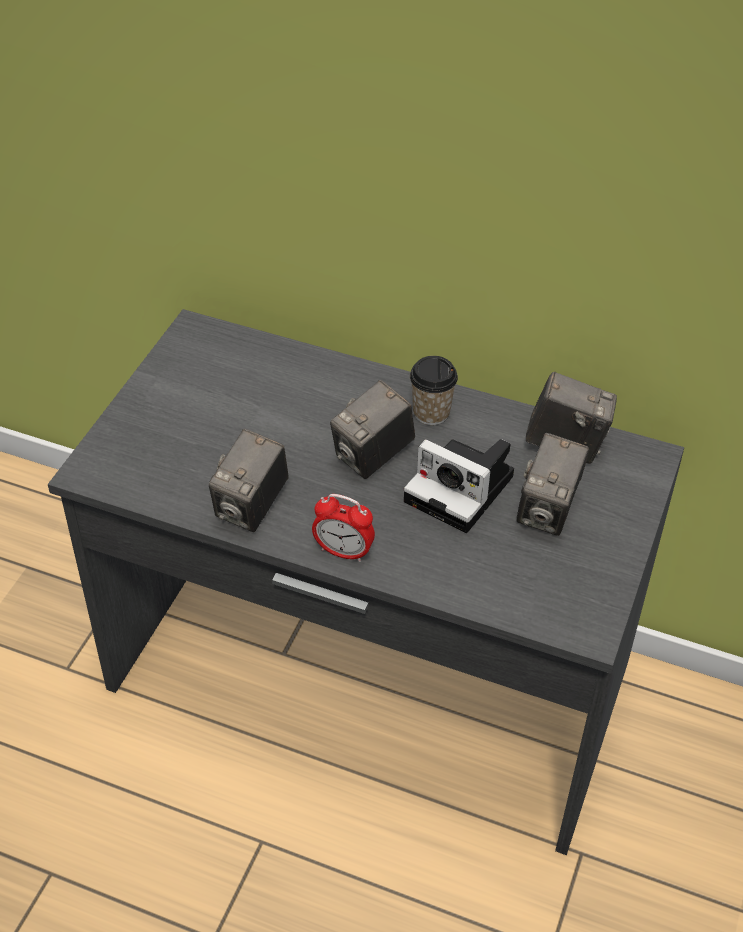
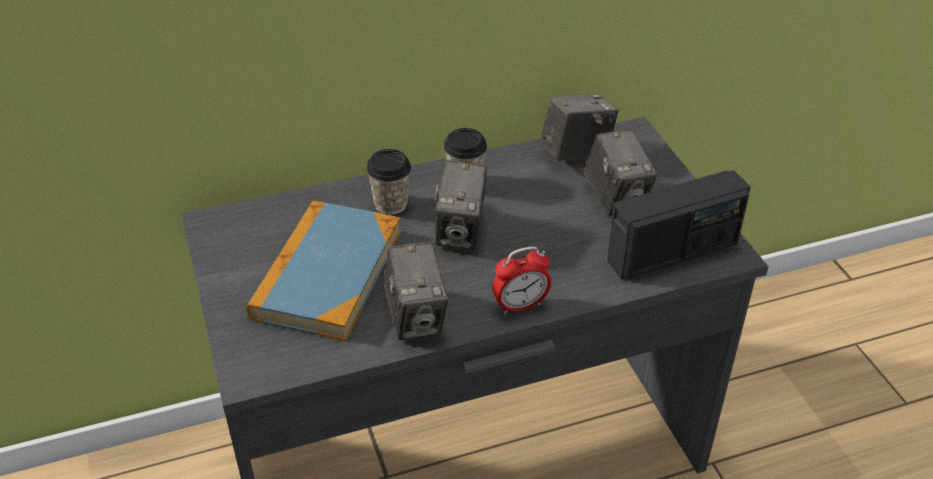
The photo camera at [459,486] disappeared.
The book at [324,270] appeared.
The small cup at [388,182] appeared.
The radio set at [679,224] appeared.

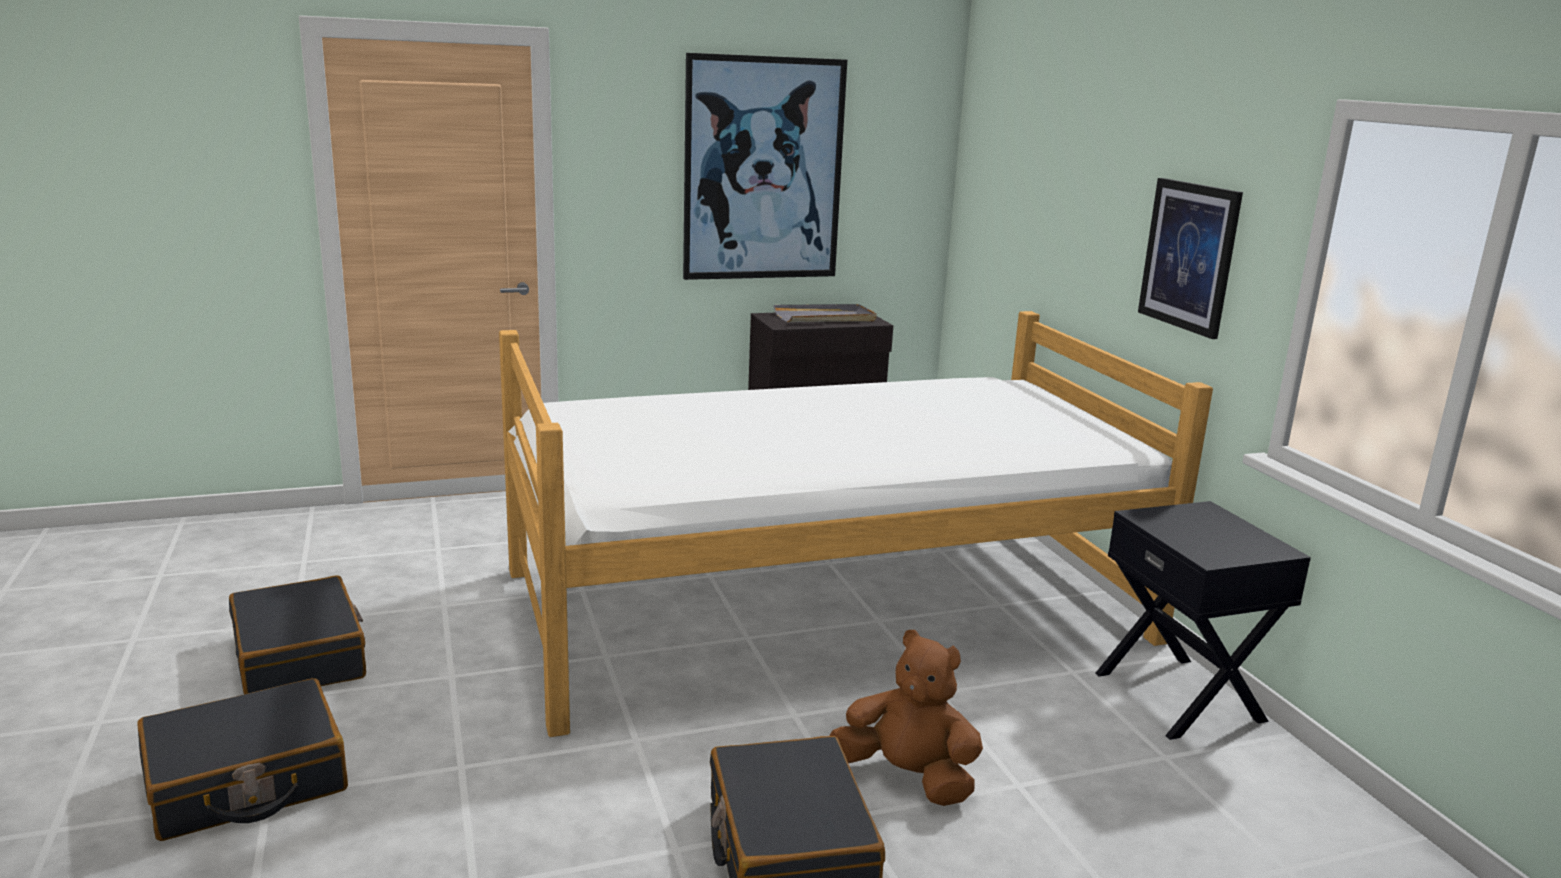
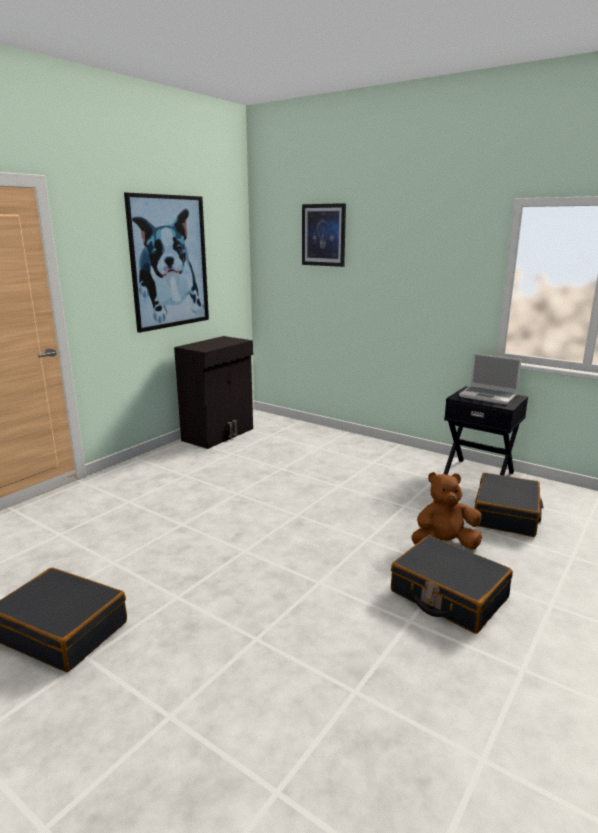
The bed at [856,524] disappeared.
The gray carrying tray at [825,313] disappeared.
The laptop at [490,379] appeared.
The black travel case moved from [242,759] to [509,505].
The wall art moved from [1190,258] to [324,235].

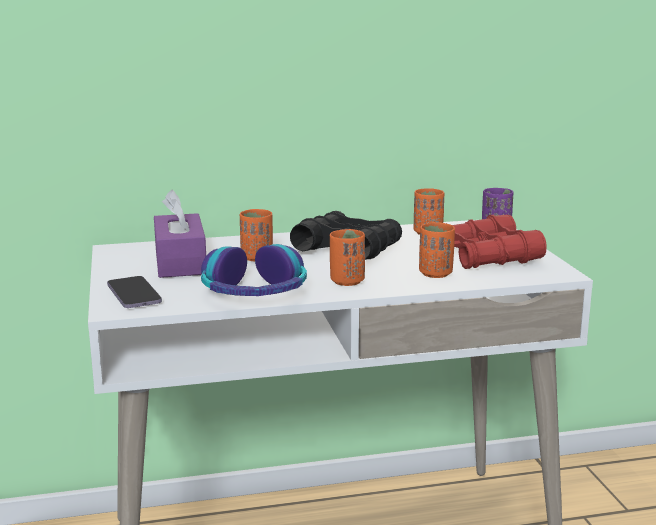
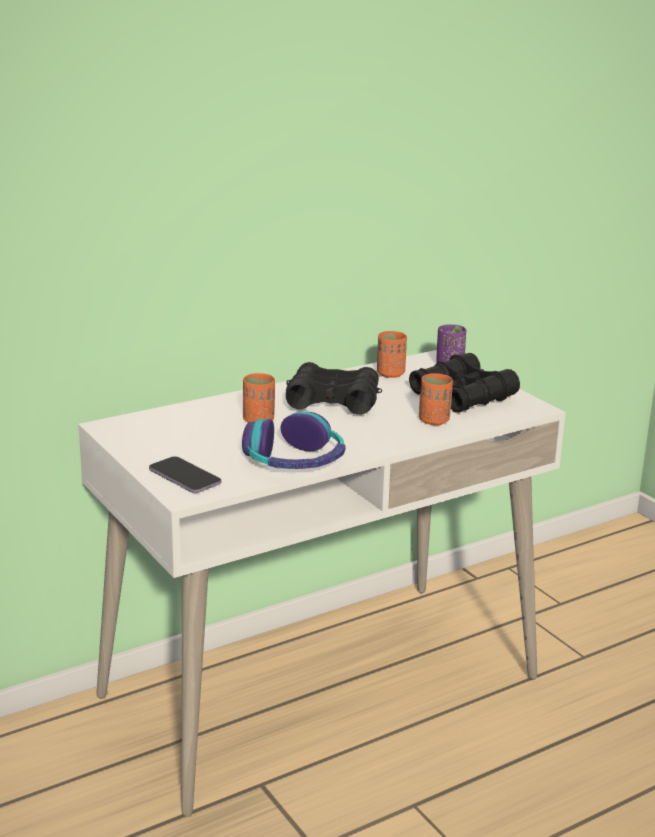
The purple box of tissues at [180,234] disappeared.
The orange small cup at [347,257] disappeared.
The red binoculars at [500,242] became the black binoculars at [464,383].

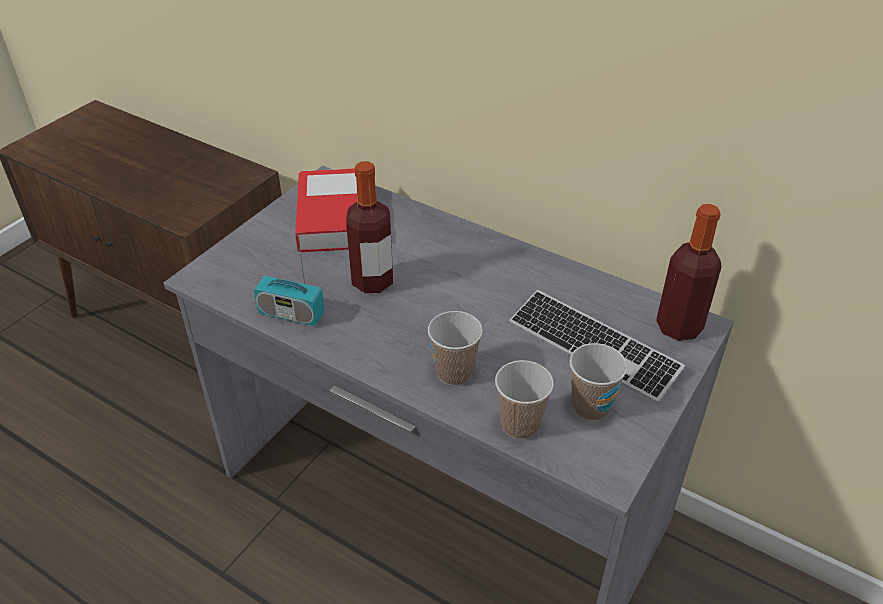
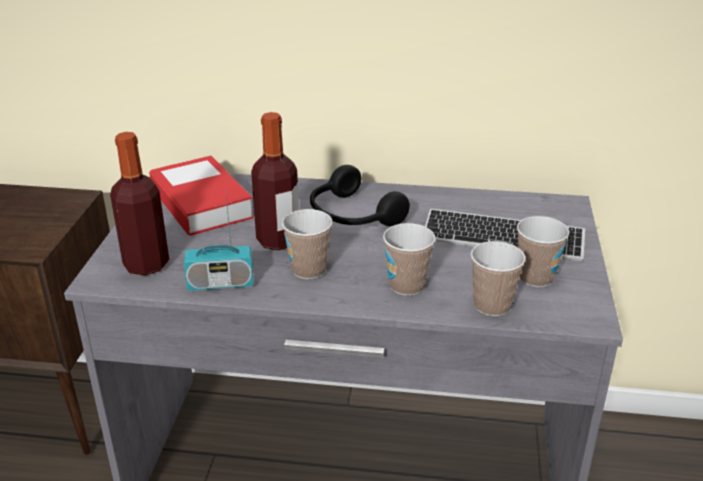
The small cup at [307,244] appeared.
The black pair of headphones at [360,195] appeared.
The drink bottle moved from [689,272] to [139,203].

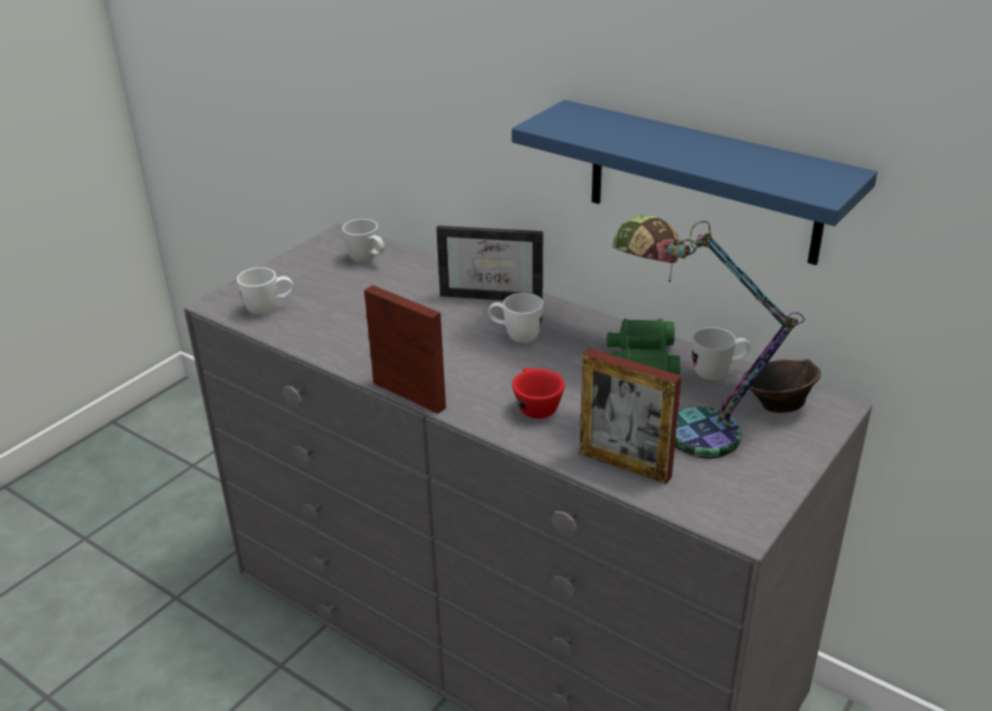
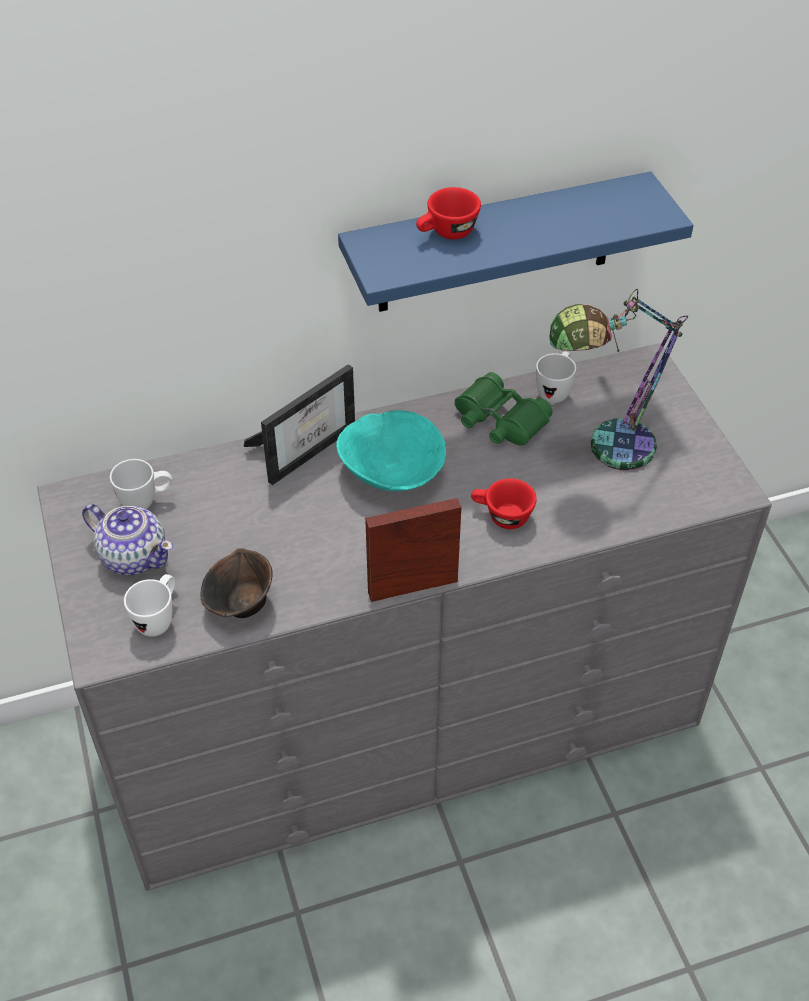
The standing frame at [630,416] disappeared.
The pot for tea at [127,539] appeared.
The red small cup at [448,213] appeared.
The brownish bowl moved from [782,386] to [236,583].
The whitish tea mug at [516,318] was replaced by the turquoise bowl at [391,450].

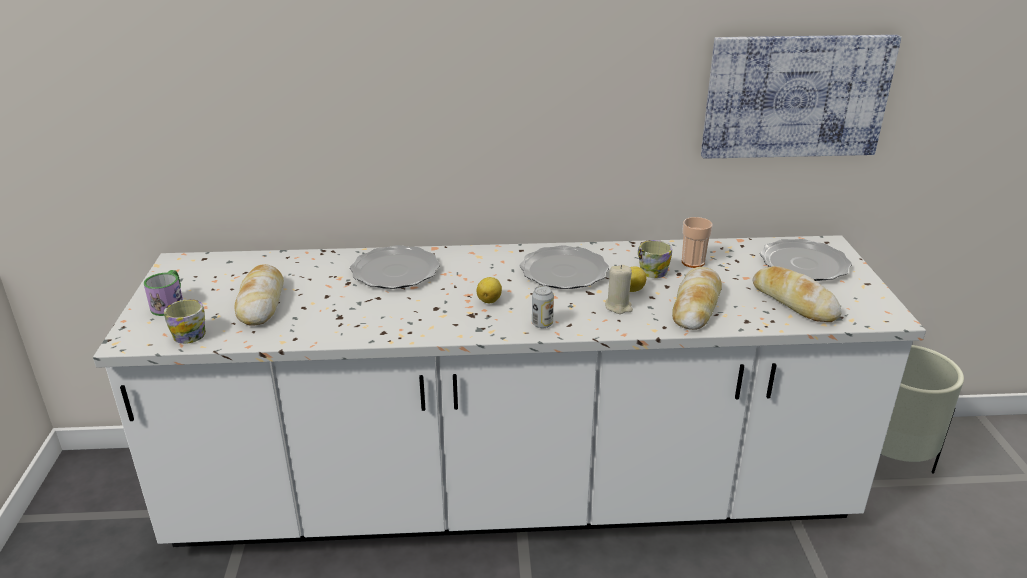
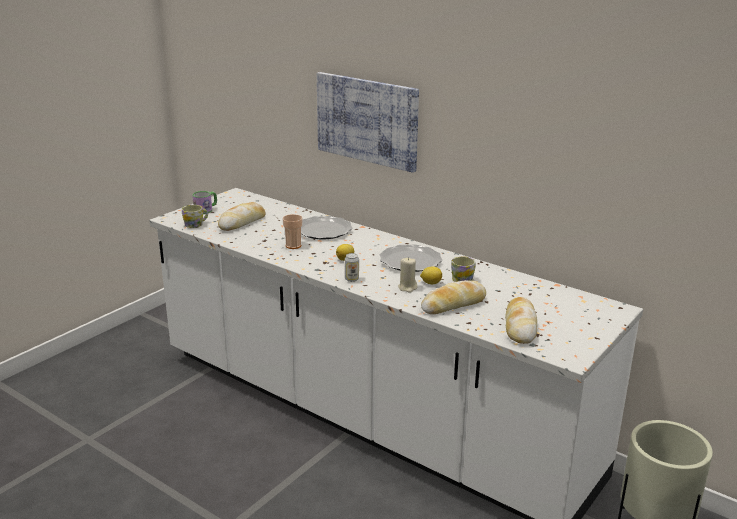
The plate at [806,260] disappeared.
The small cup moved from [697,242] to [293,231].
The wall art moved from [801,97] to [368,122].

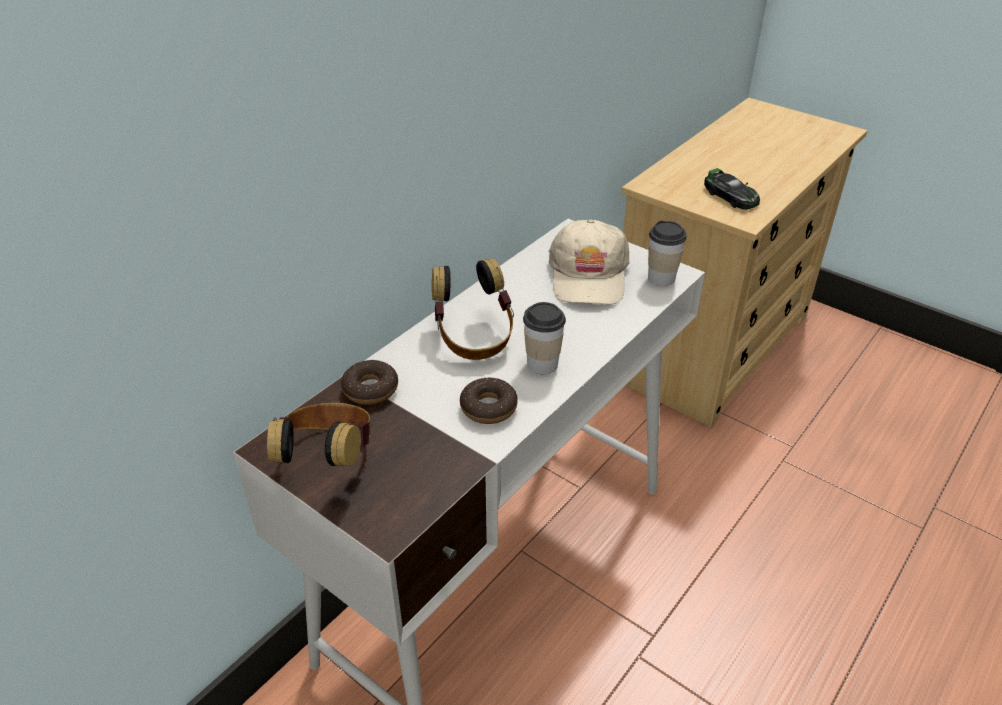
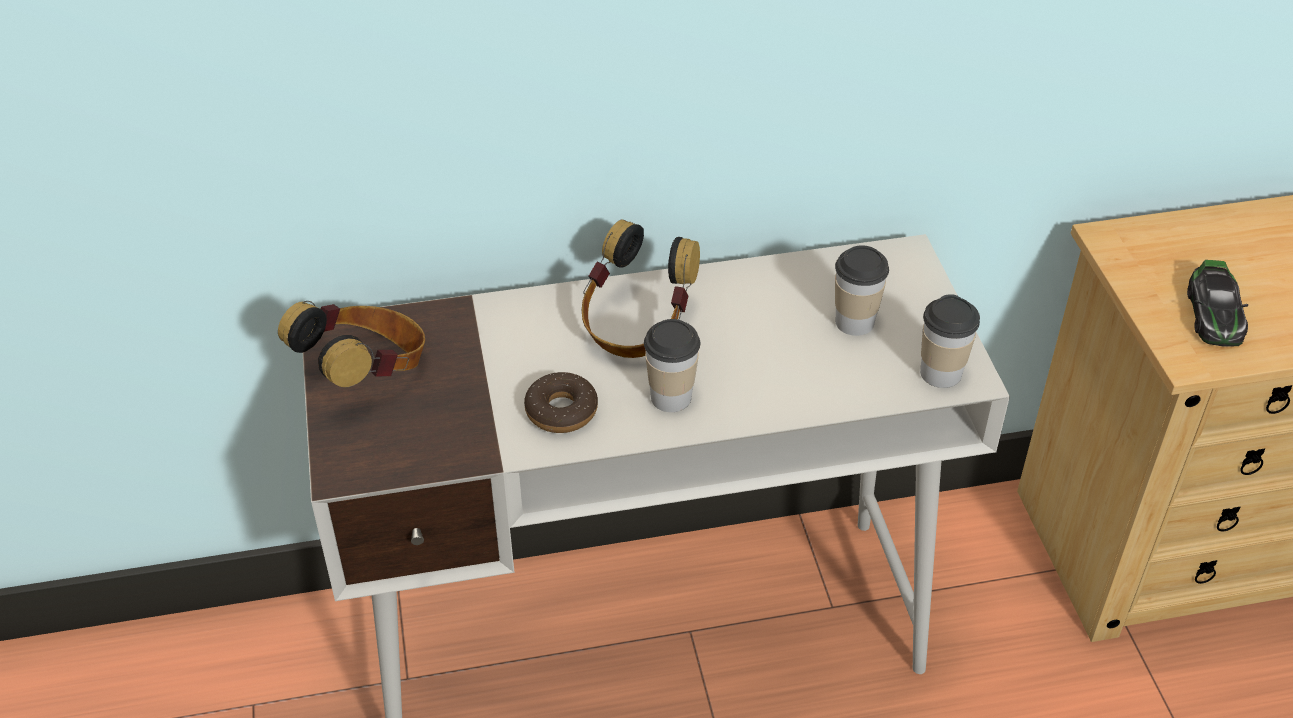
The donut at [369,382] disappeared.
The beige cap at [589,262] was replaced by the small cup at [862,290].

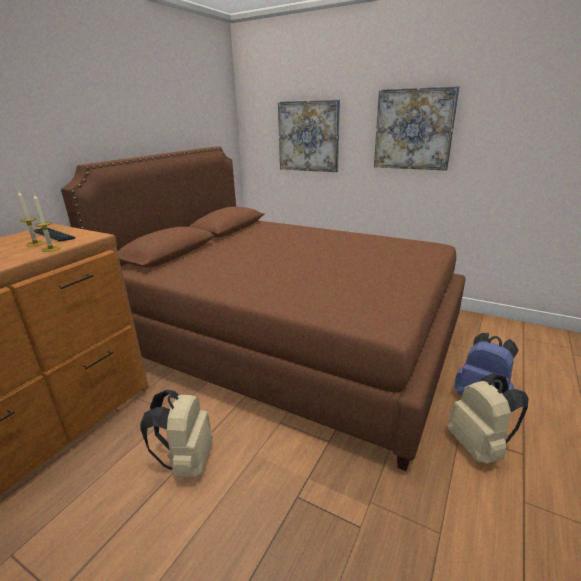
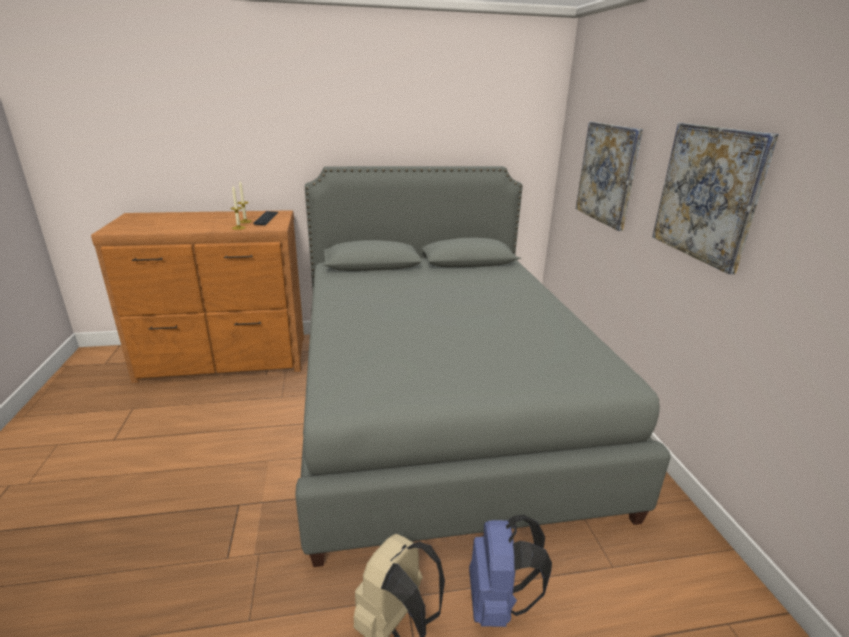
The beige rucksack at [176,433] disappeared.
The brownish bed at [263,308] became the gray bed at [483,366].

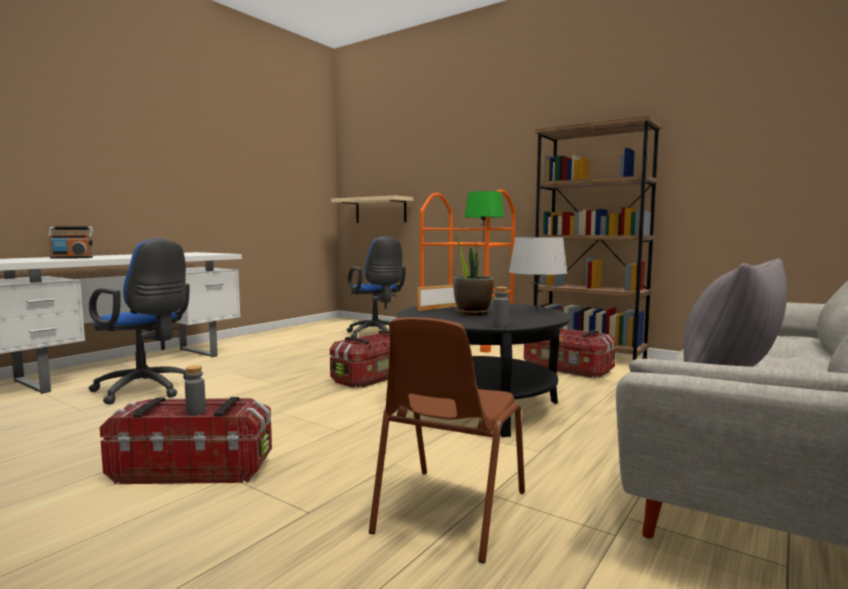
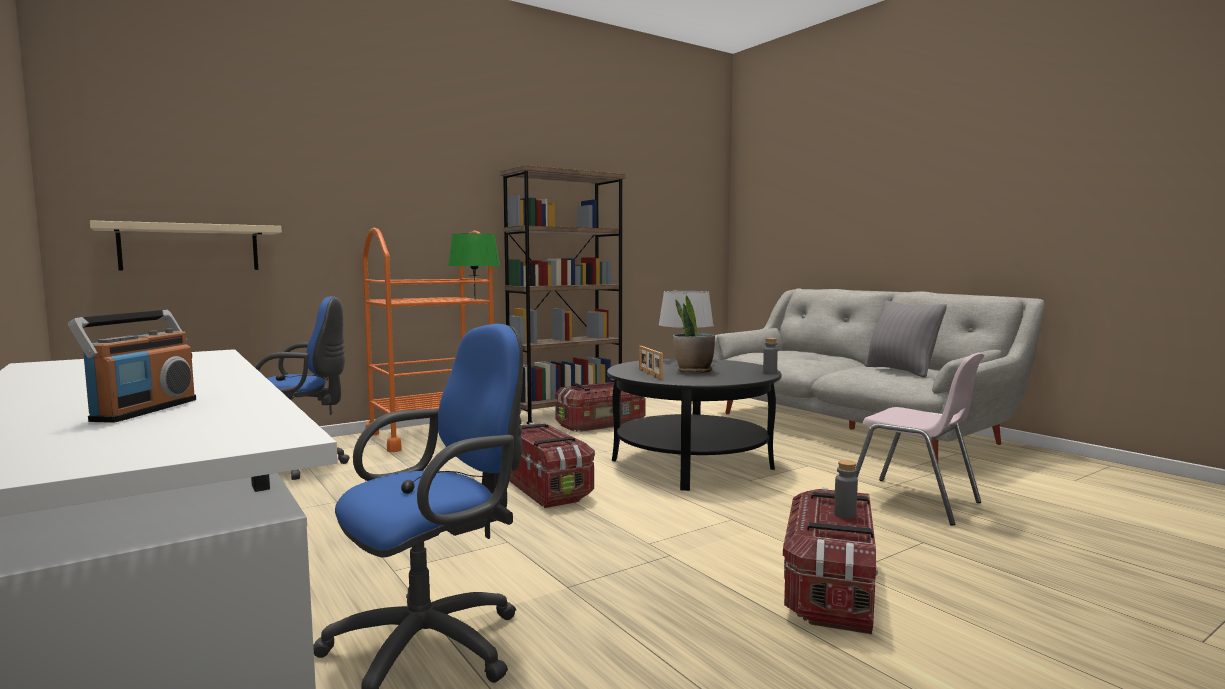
The brownish plain chair at [447,440] became the pinkish plain chair at [919,439].

